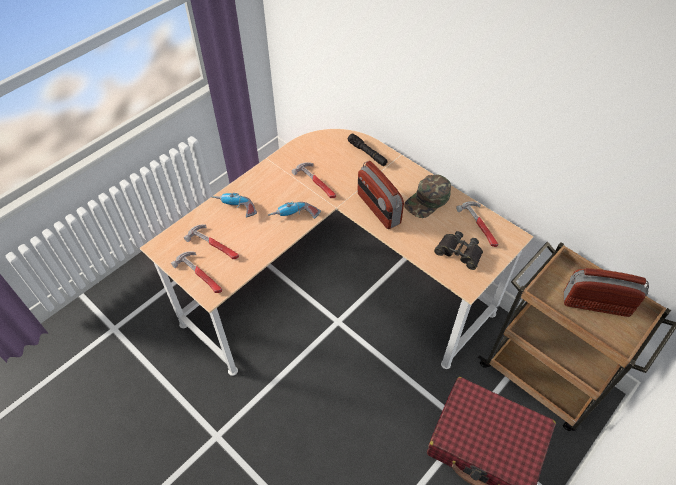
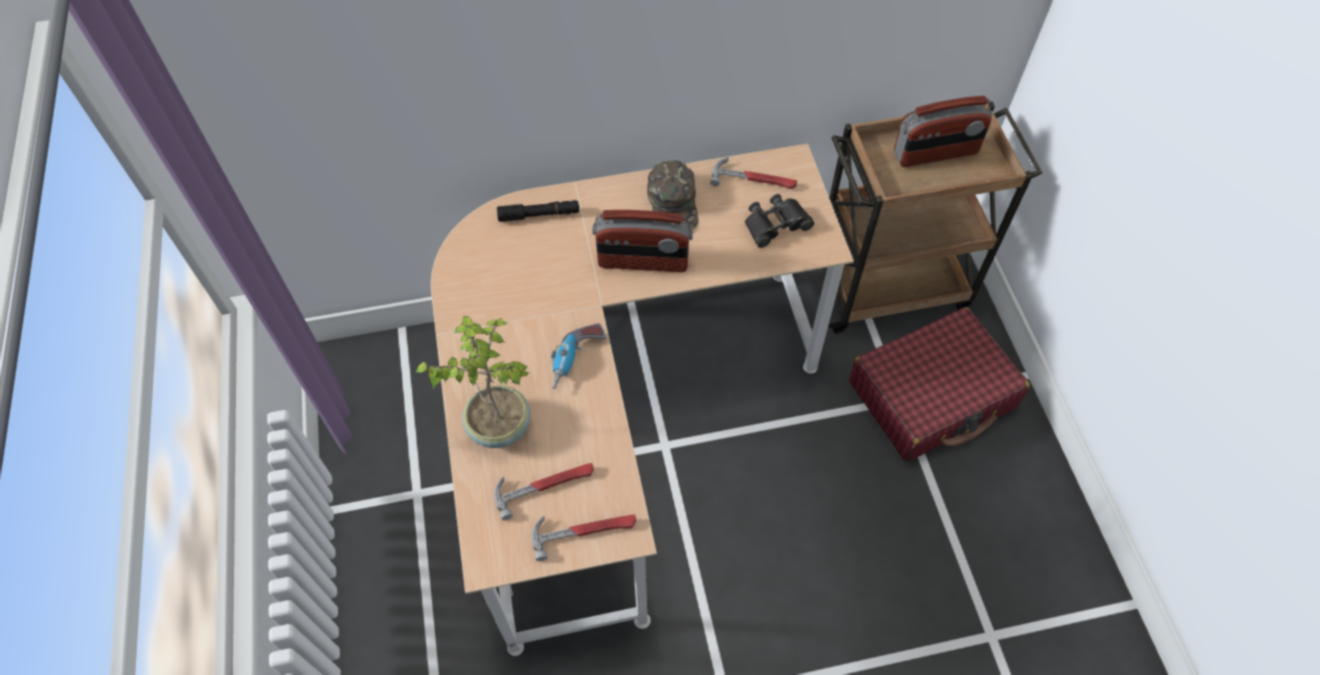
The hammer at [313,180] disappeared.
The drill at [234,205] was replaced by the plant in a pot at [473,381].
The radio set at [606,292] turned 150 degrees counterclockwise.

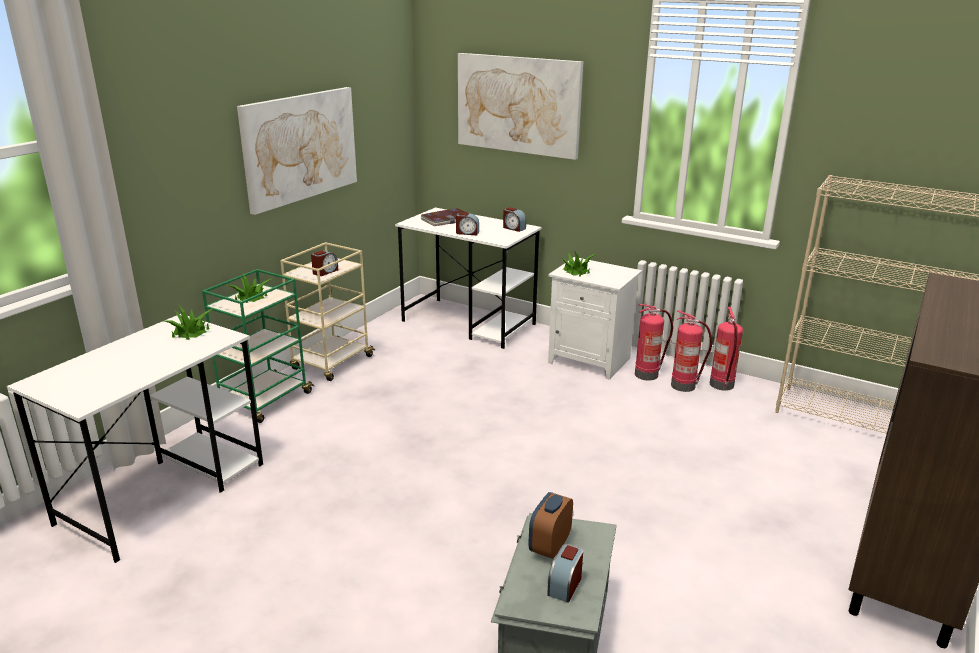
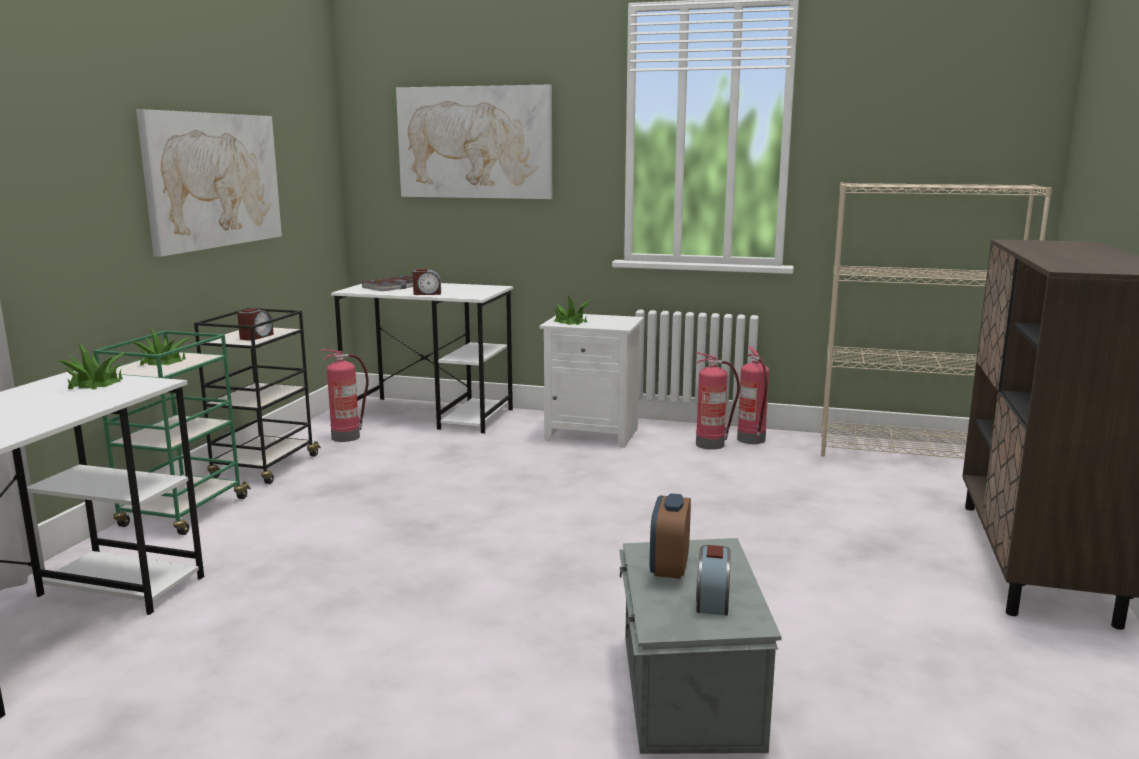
The bedside clock at [514,219] disappeared.
The fire-fighting cylinder moved from [654,342] to [345,395].
The beige trolley at [327,311] became the black trolley at [257,396].

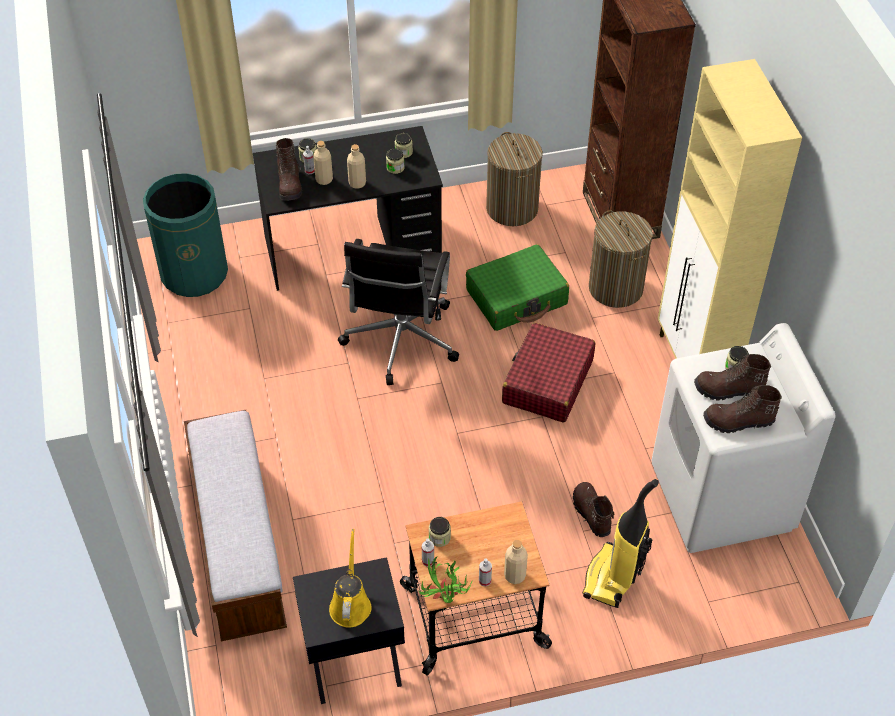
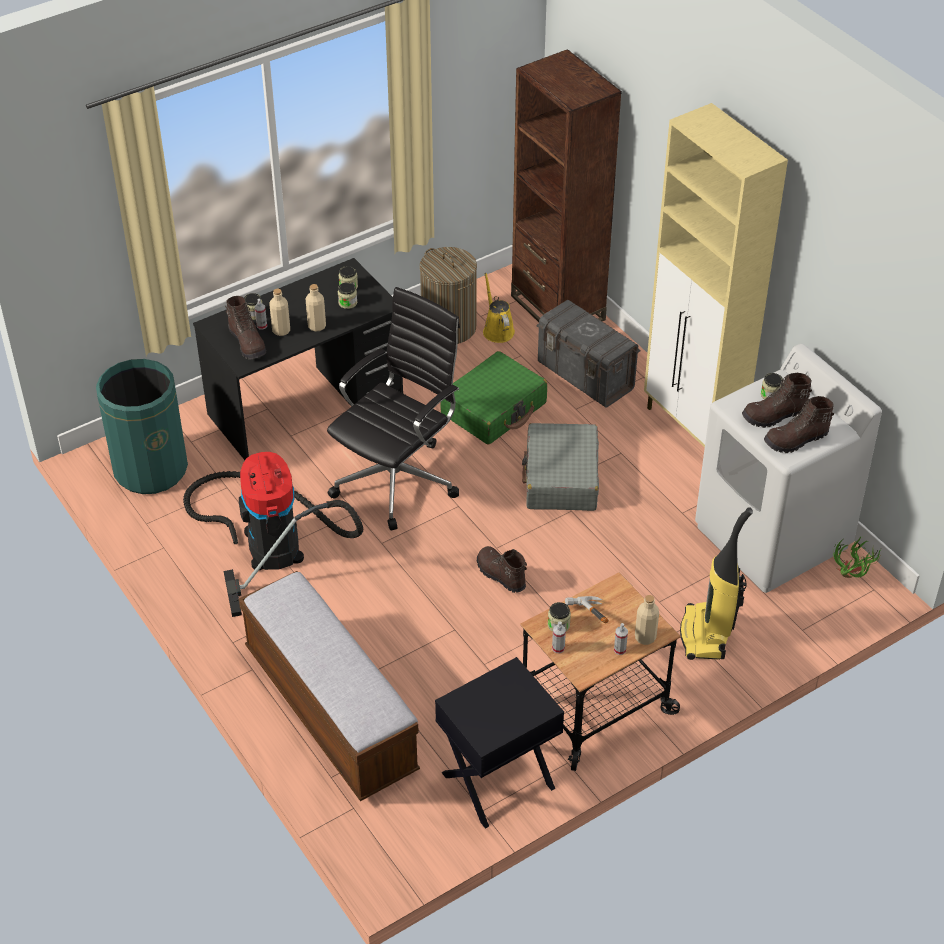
The hoover at [273,534] appeared.
The hammer at [587,609] appeared.
The yellowish sprinkling can moved from [350,578] to [499,308].
The plant in a pot moved from [445,579] to [857,557].
The brownish tall boot moved from [593,509] to [502,569].
The hamper at [621,259] was replaced by the gray storage container at [588,354].
The red travel case at [548,372] became the gray travel case at [560,467].
The black computer chair at [398,312] turned 135 degrees counterclockwise.

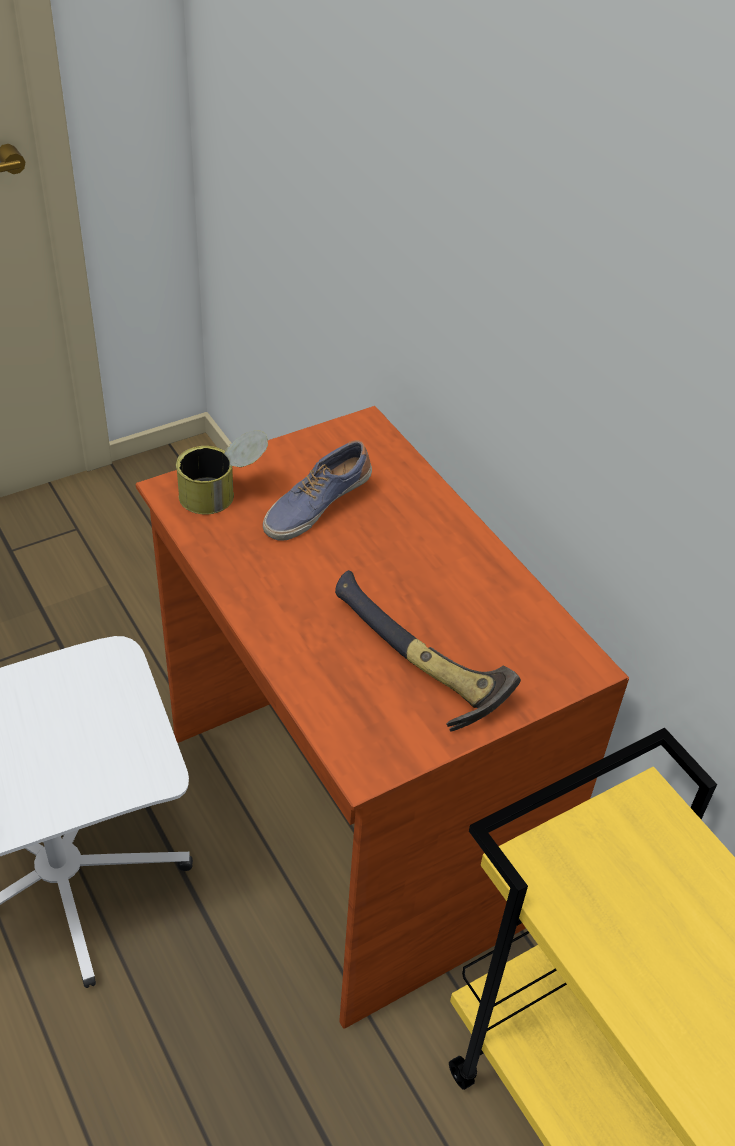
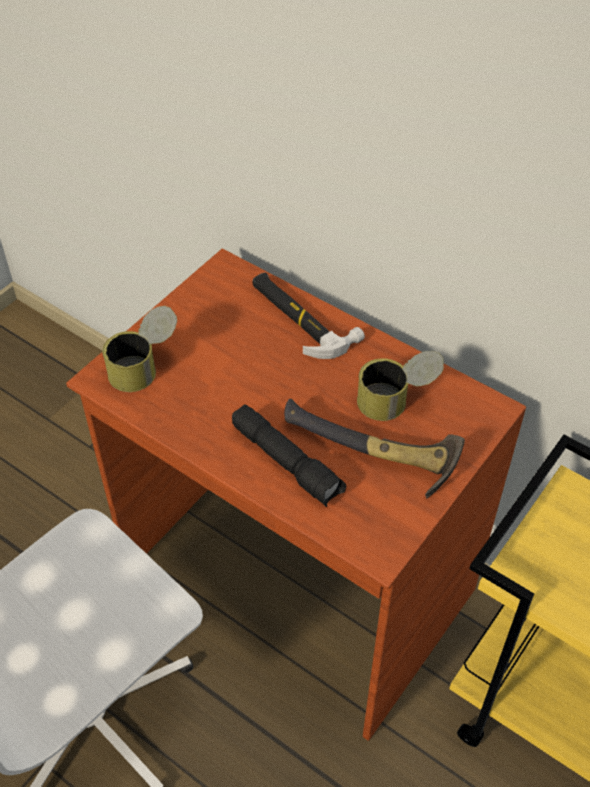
The shoe at [317,490] disappeared.
The black flashlight at [289,456] appeared.
The hammer at [309,316] appeared.
The sealed can at [400,386] appeared.

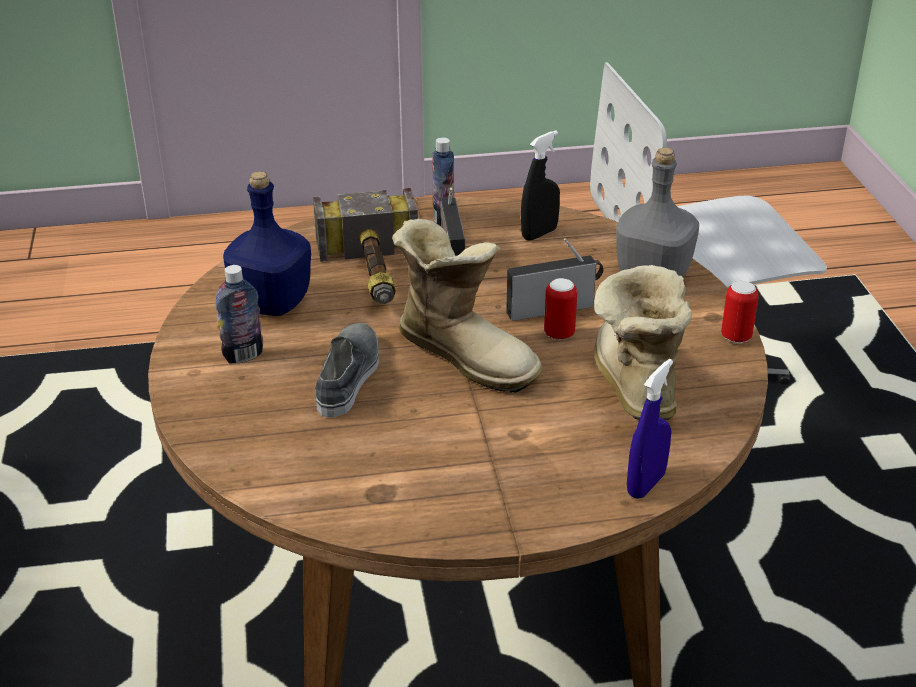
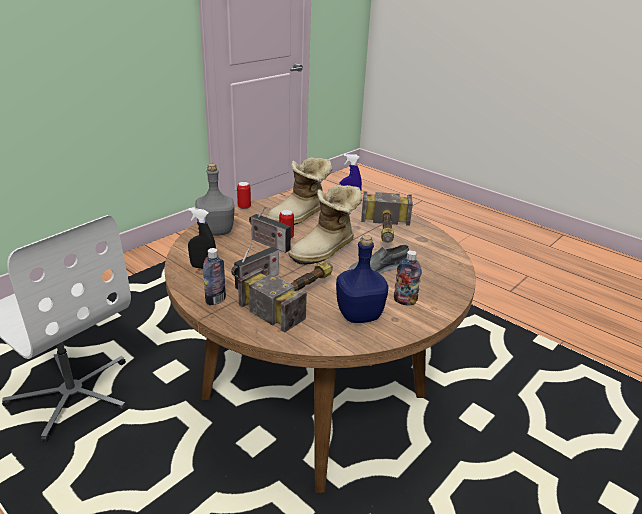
The hammer at [387,217] appeared.
The tall boot at [467,306] turned 135 degrees counterclockwise.

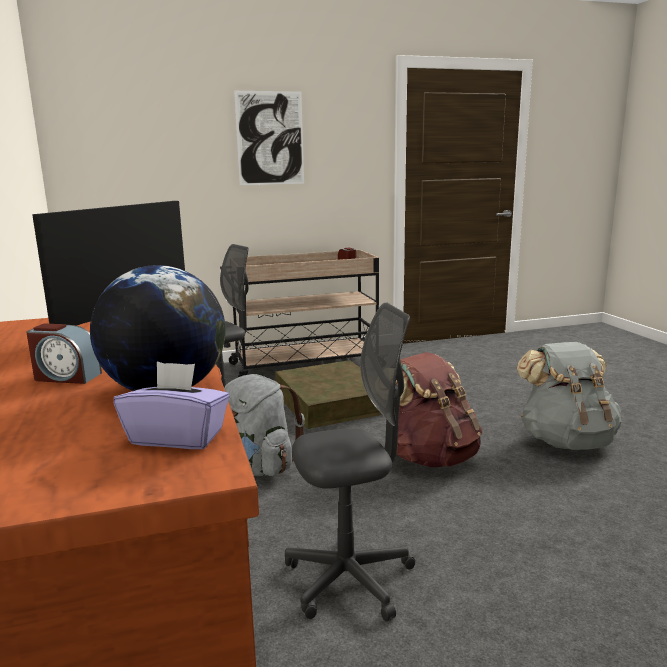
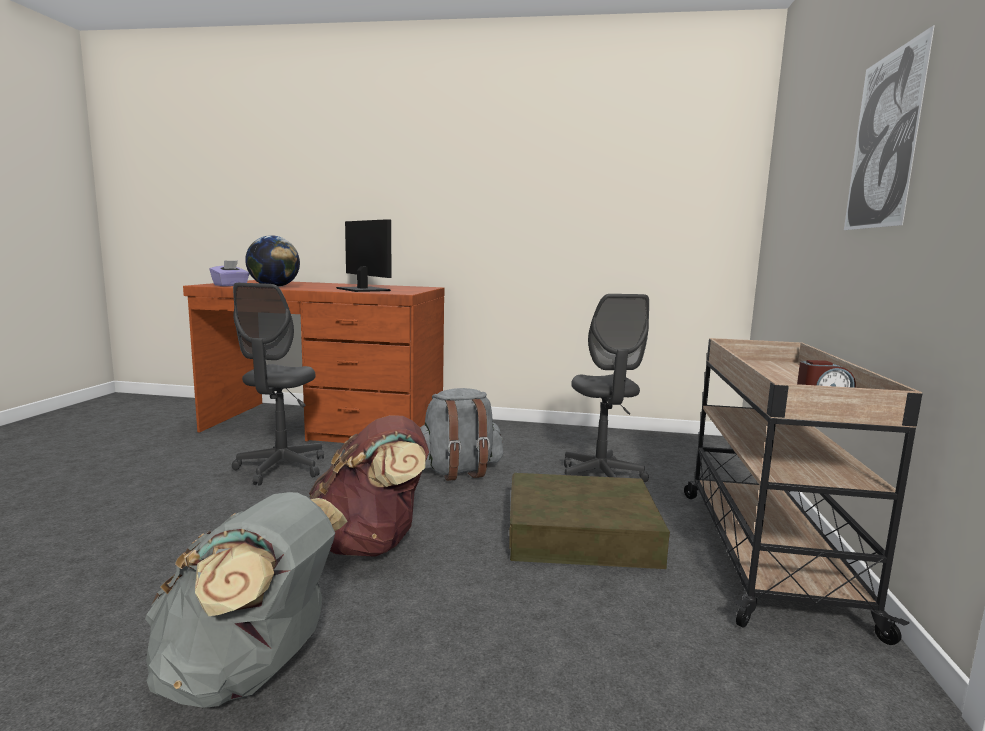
The bedside clock at [64,354] disappeared.

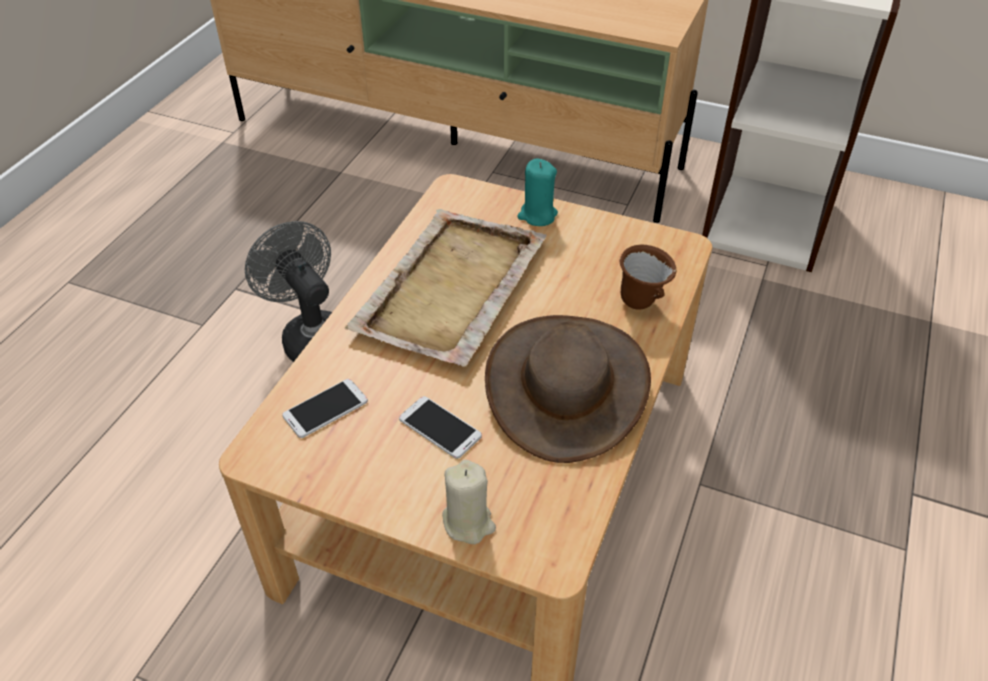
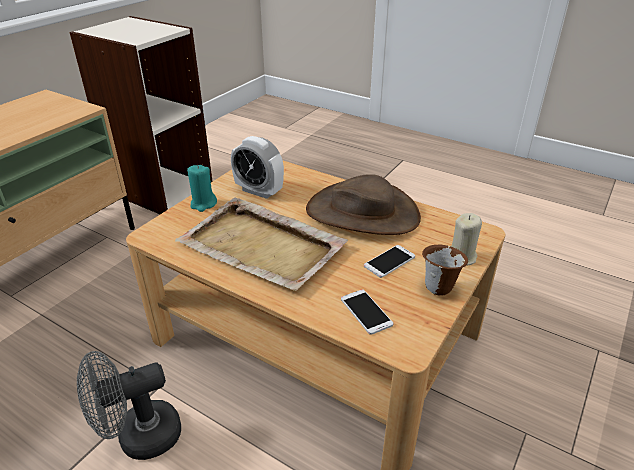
The bedside clock at [257,167] appeared.
The brownish tea mug moved from [648,277] to [445,270].

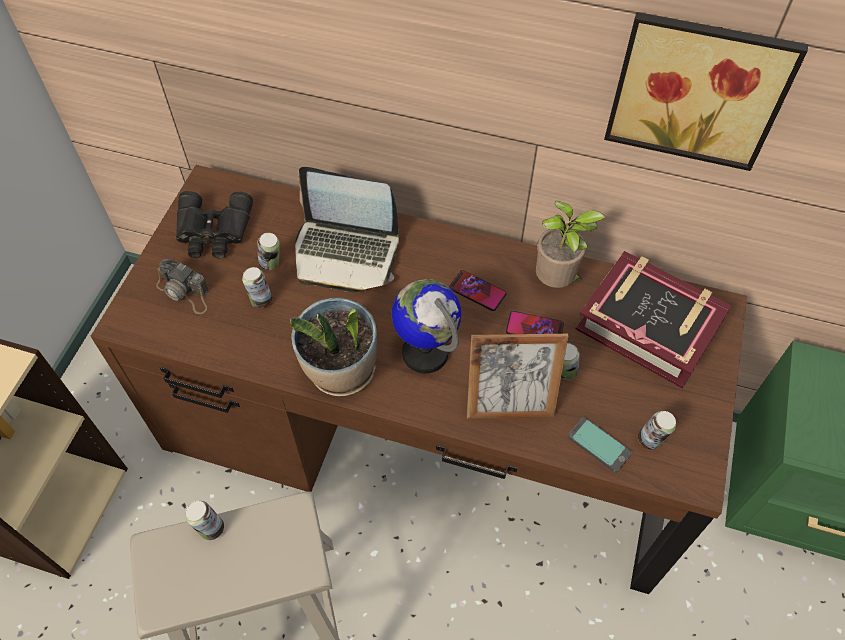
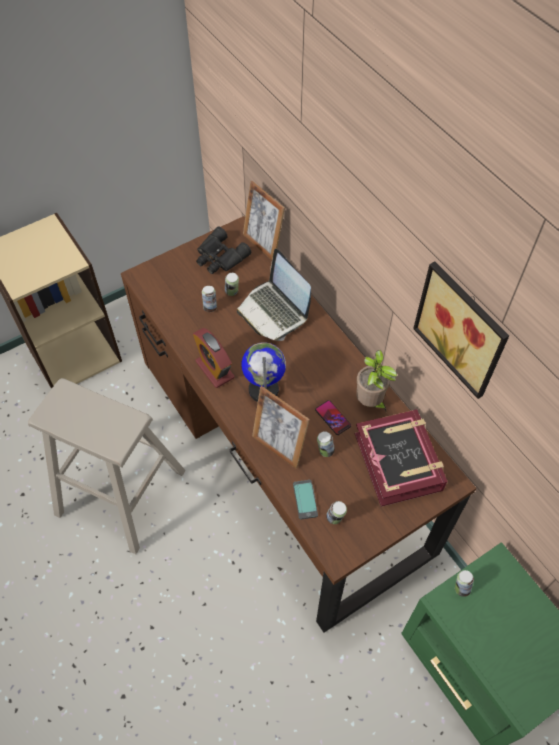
The photo camera at [182,286] disappeared.
The phone at [477,290] disappeared.
The standing frame at [264,220] appeared.
The sealed can moved from [204,520] to [464,583].
The plant in a pot at [334,347] was replaced by the bedside clock at [213,358].

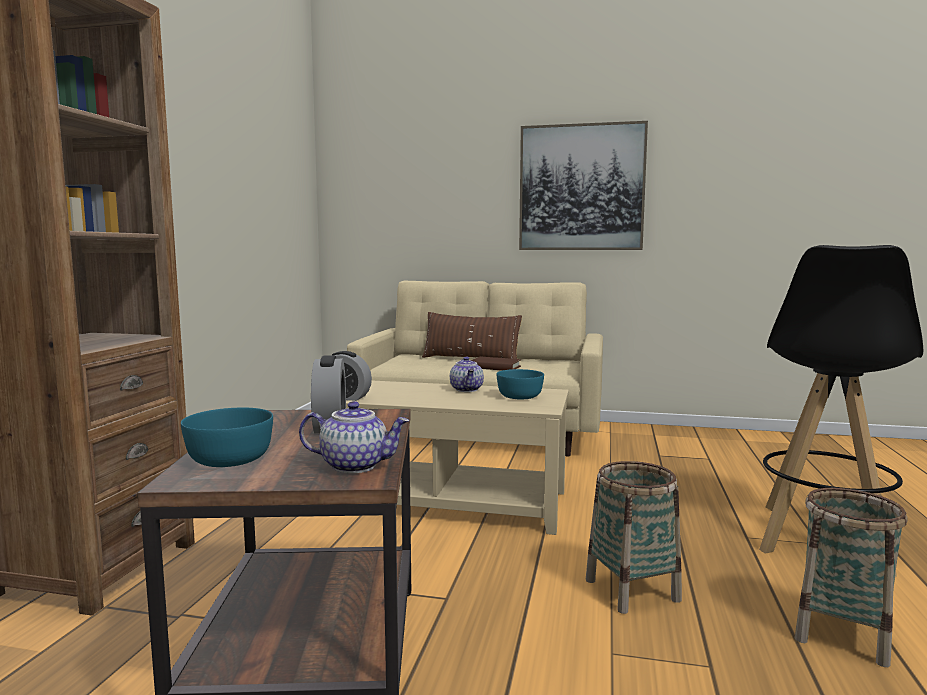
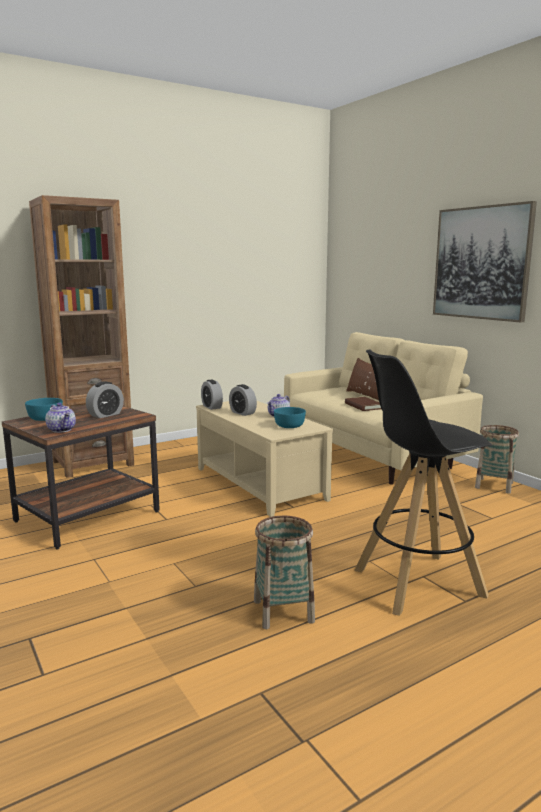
The bedside clock at [243,400] appeared.
The basket moved from [634,537] to [497,459].

